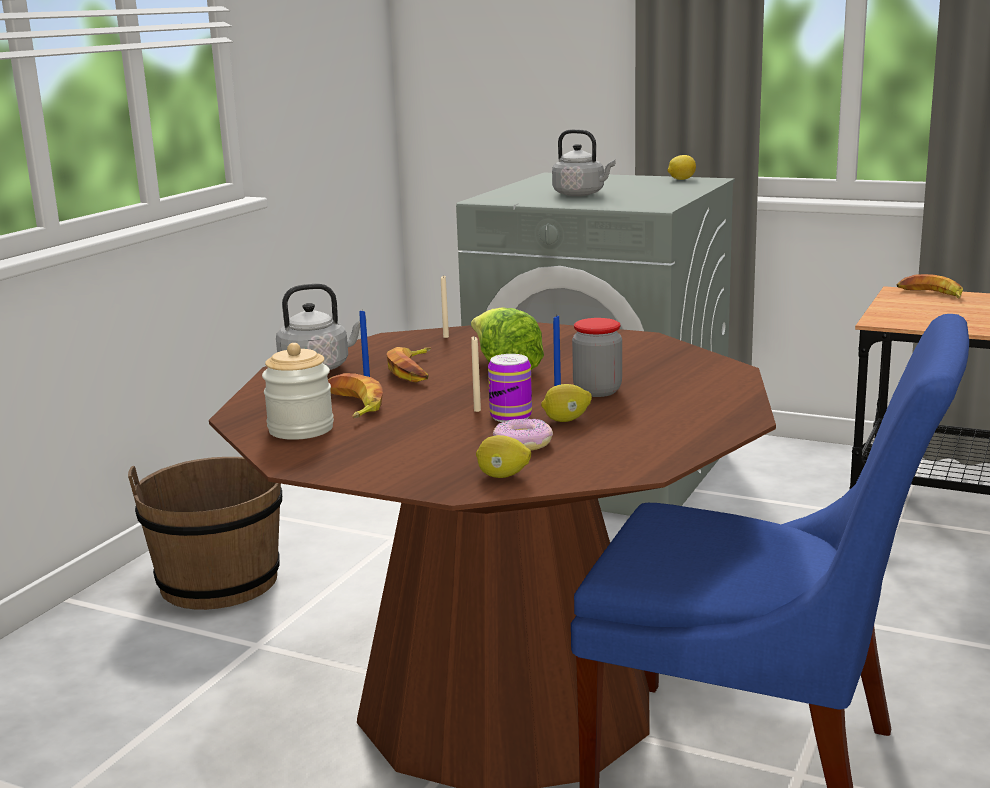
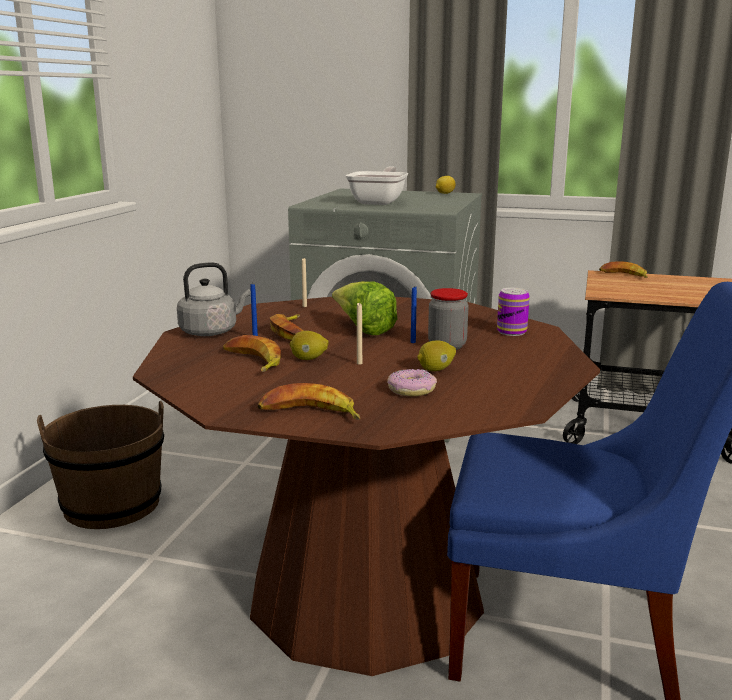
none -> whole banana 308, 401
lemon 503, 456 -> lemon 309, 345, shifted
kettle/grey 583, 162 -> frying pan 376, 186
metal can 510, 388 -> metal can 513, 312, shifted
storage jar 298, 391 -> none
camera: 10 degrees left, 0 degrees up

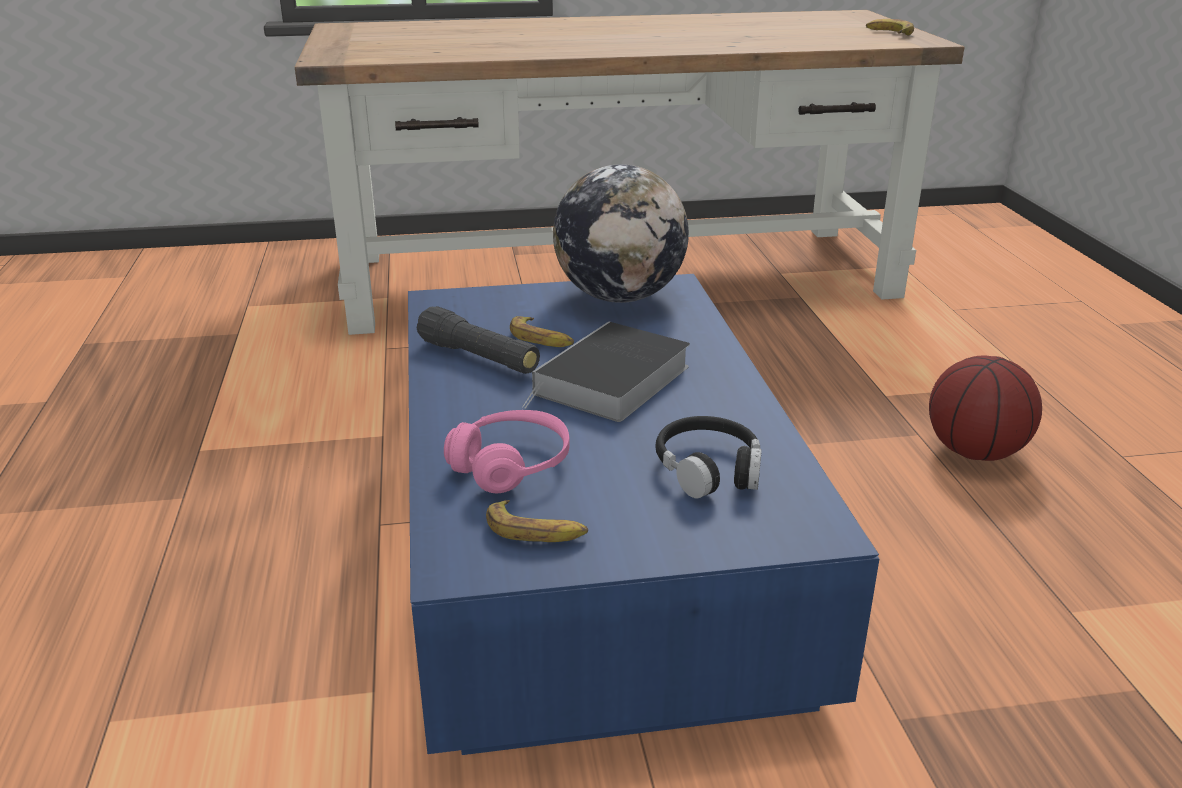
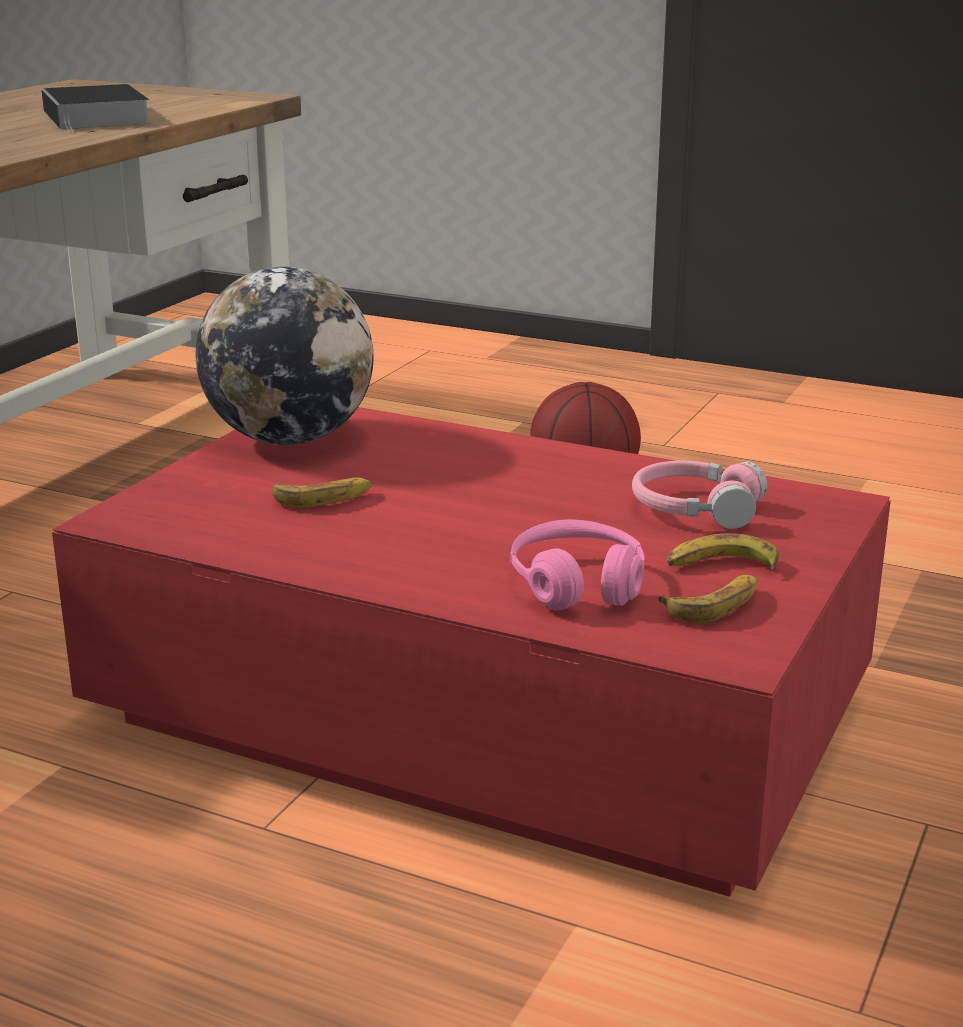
book 606, 372 -> book 96, 108, shifted
coffee table/blue-coloured 644, 514 -> coffee table/red-coloured 471, 652
headset/black-coloured 709, 457 -> headset/pink 699, 495
whole banana 890, 27 -> whole banana 723, 552, shifted
torch/black-coloured 478, 340 -> none
camera: 55 degrees left, 5 degrees down

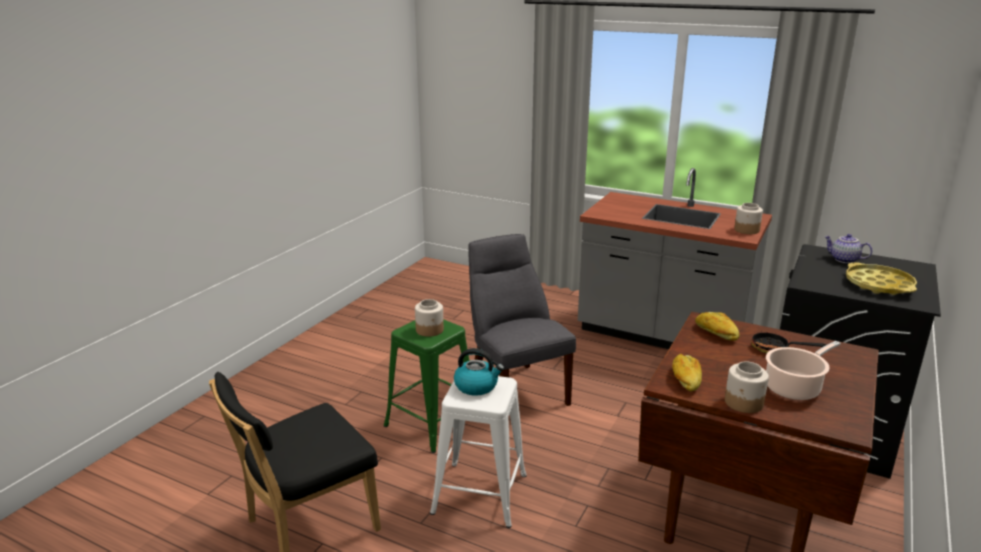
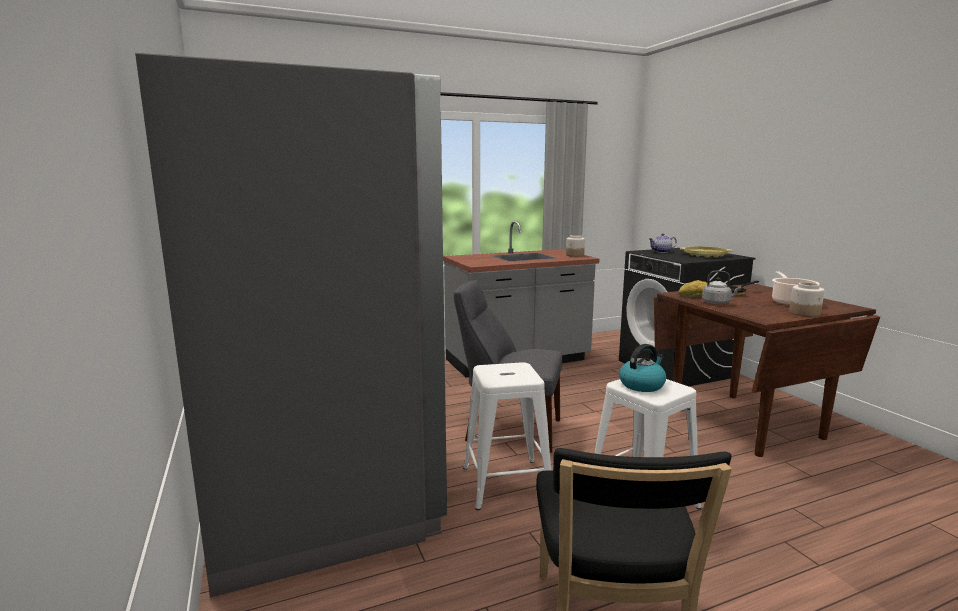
none -> fridge/grey 291, 325
stool seat/green 426, 386 -> stool seat/white 507, 436
none -> kettle/grey 721, 287
storage jar 429, 318 -> none
baked bread 687, 373 -> none
camera: 50 degrees left, 10 degrees down

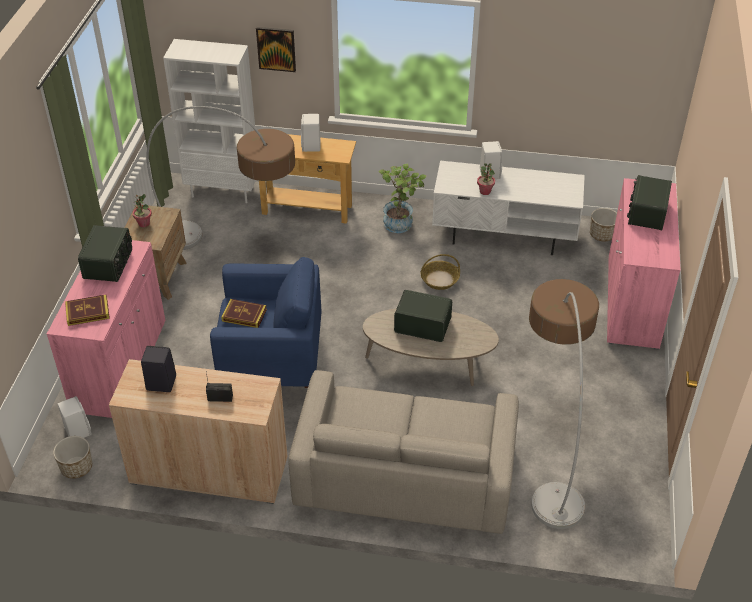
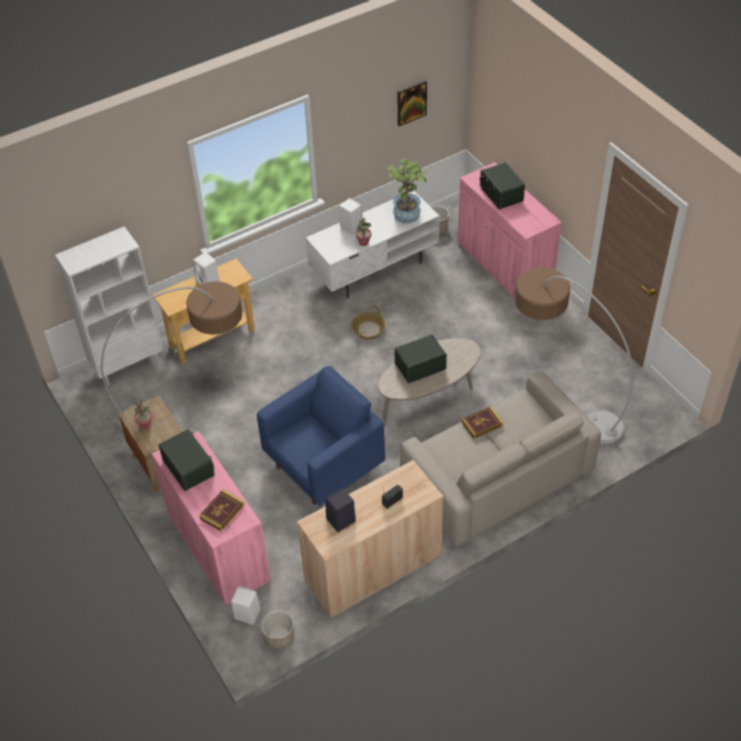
potted plant 402, 198 -> potted plant 407, 191, shifted
picture 276, 49 -> picture 412, 103, shifted
book 244, 313 -> book 482, 423, shifted
camera: 40 degrees left, 5 degrees up

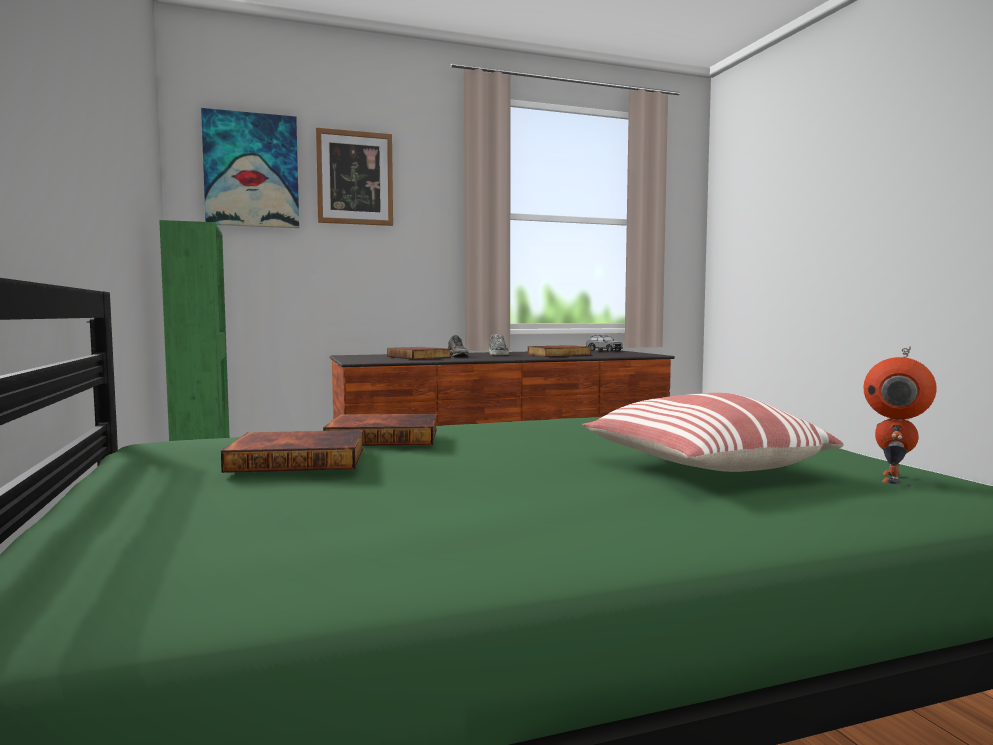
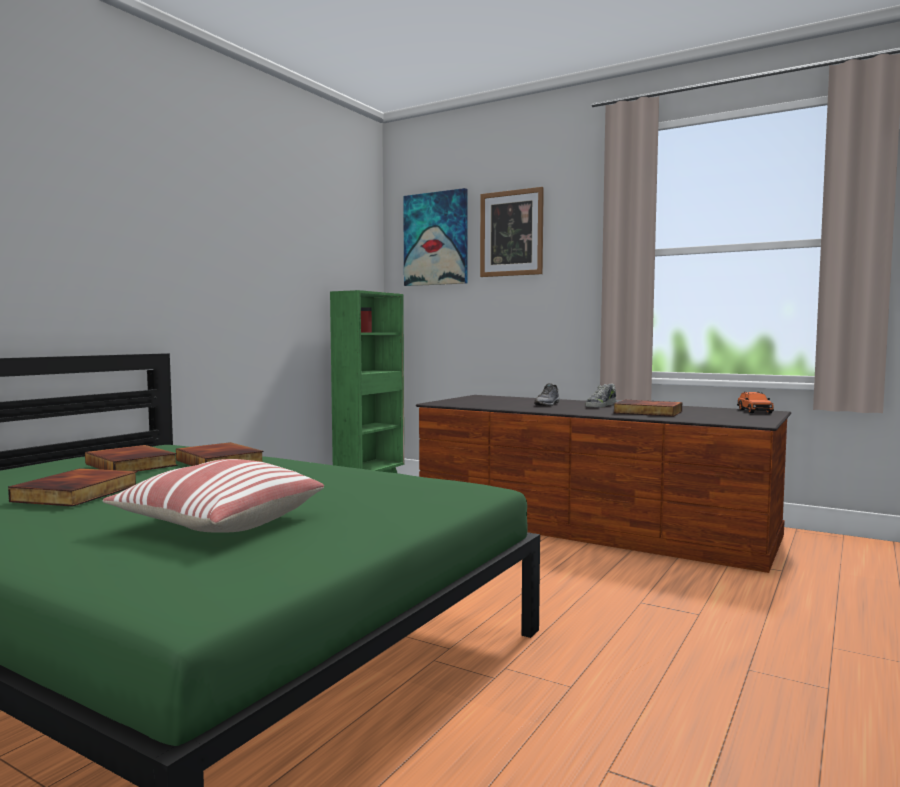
book 419, 353 -> book 72, 487, shifted
model car/grey 604, 343 -> model car/orange 755, 403
toy robot 900, 415 -> none
camera: 50 degrees right, 0 degrees up

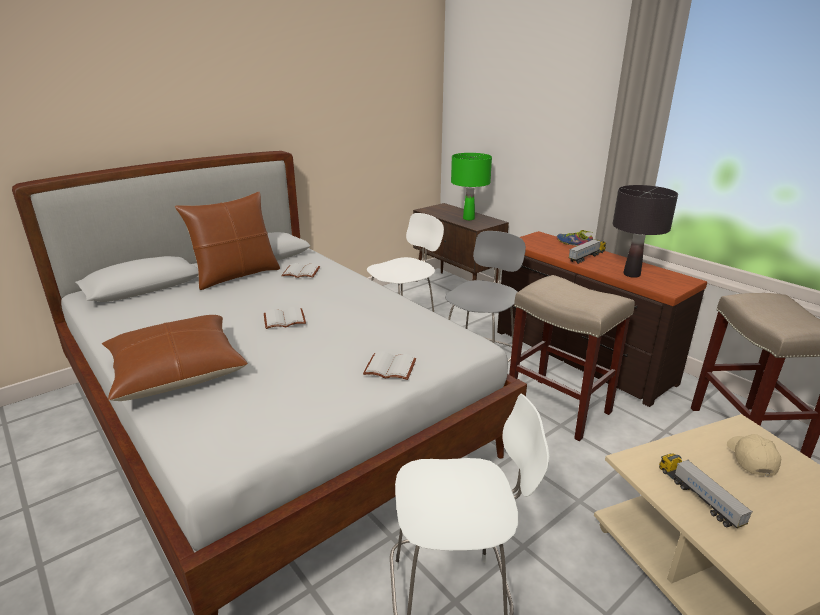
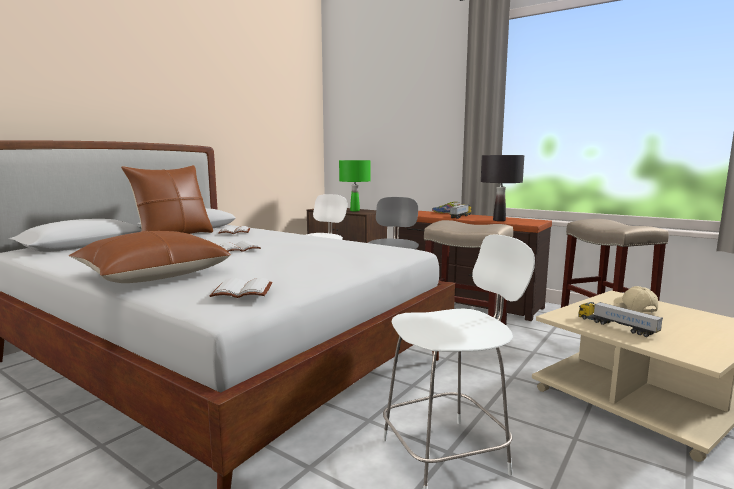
book/white 390, 365 -> book/white 241, 288, shifted
camera: 15 degrees left, 15 degrees down

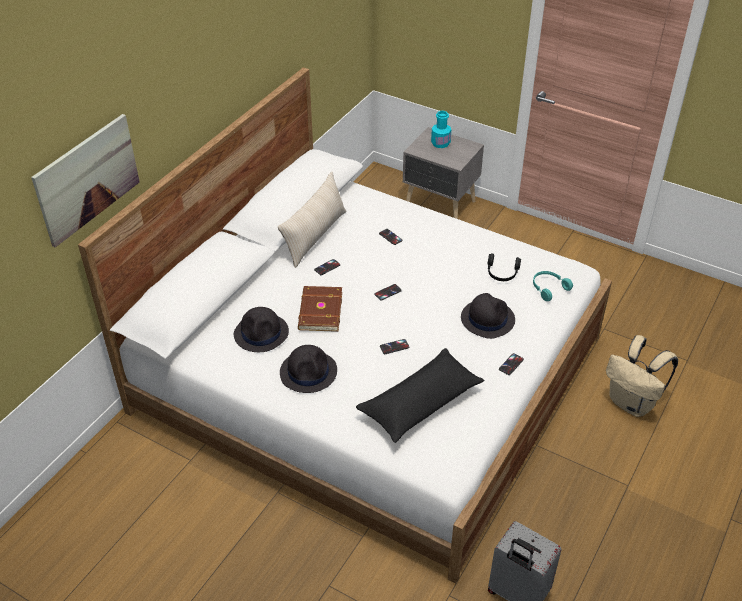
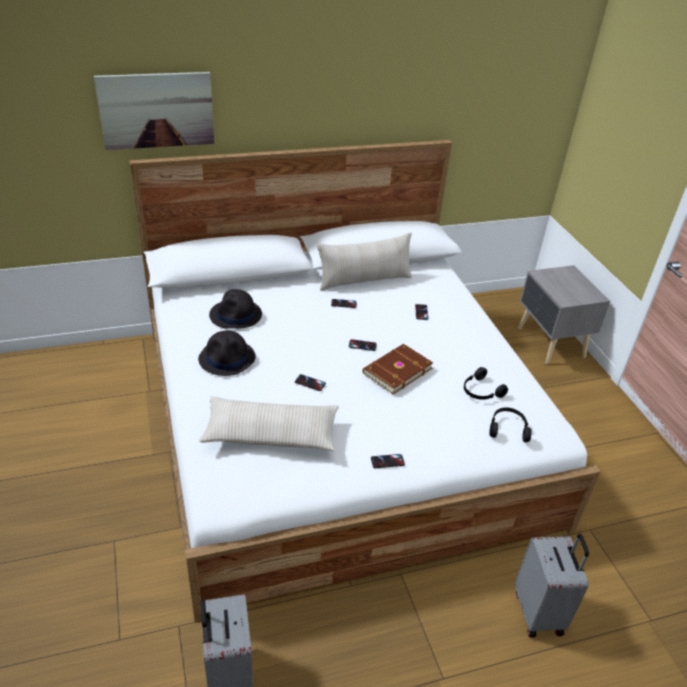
pillow/black-coloured 420, 395 -> pillow/beige 269, 424
book/brown-coloured 320, 309 -> book/brown-coloured 398, 369, shifted
headset/blue-green 553, 286 -> headset/black-coloured 510, 425
rucksack/beige 642, 376 -> piece of luggage/grey 552, 586
beverage bottle/blue-green 441, 129 -> none
clothing hat/black-coloured 488, 316 -> none
camera: 40 degrees right, 5 degrees down

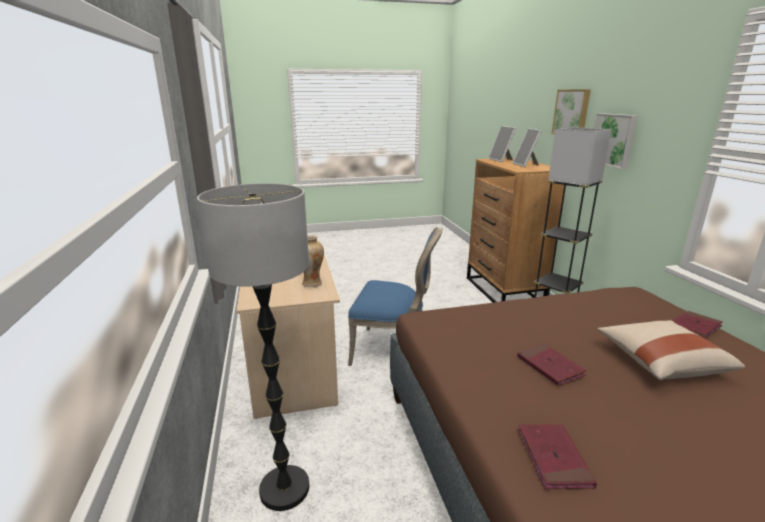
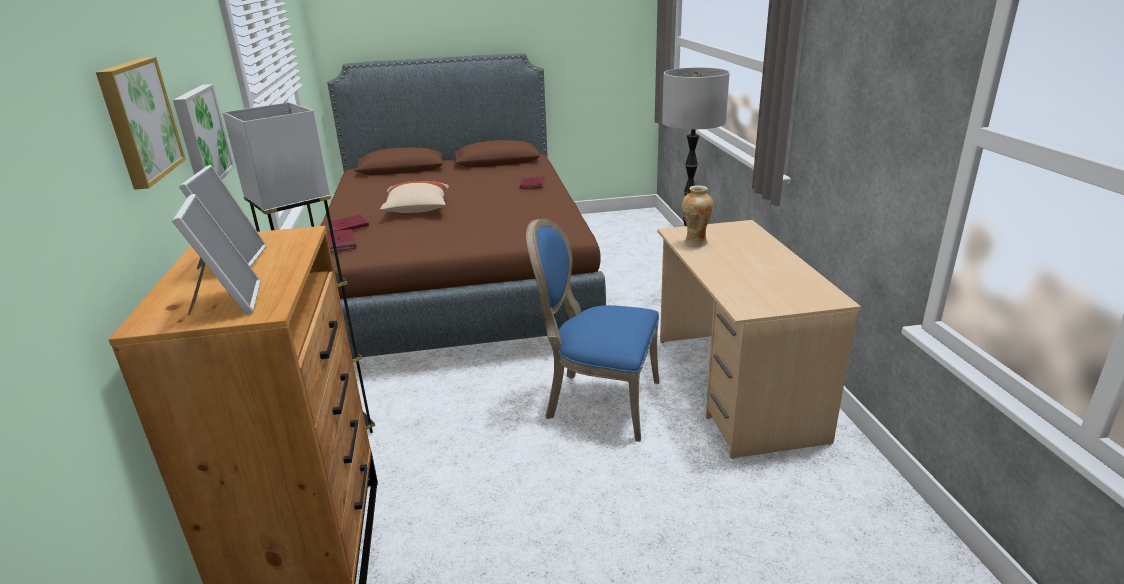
book/red-coloured 552, 365 -> book/red-coloured 341, 240, shifted
camera: 175 degrees left, 5 degrees up

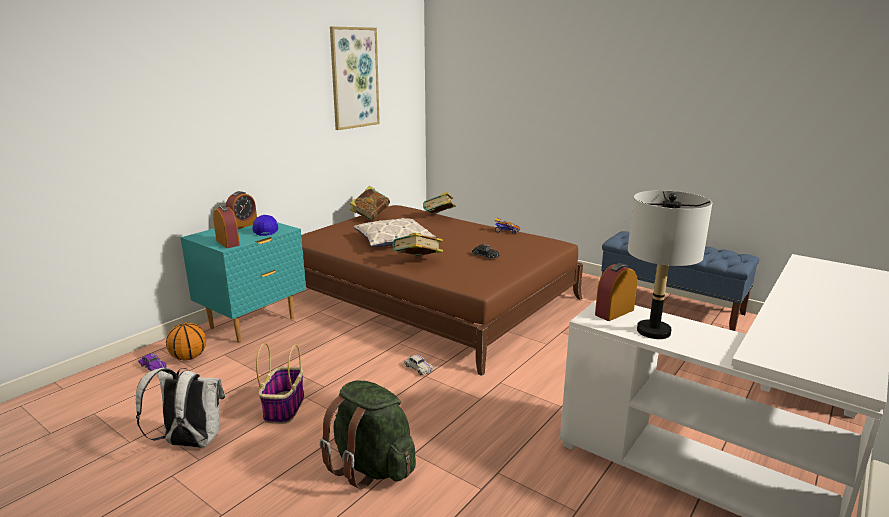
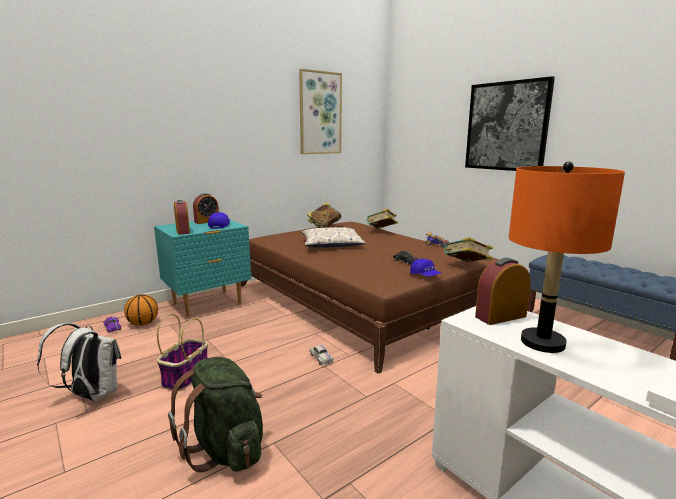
none -> cap/blue-coloured 425, 268
book 418, 244 -> book 468, 249, shifted
none -> picture 510, 123
lamp for a table/grey 670, 264 -> lamp for a table/orange 567, 257
camera: 15 degrees right, 5 degrees down

